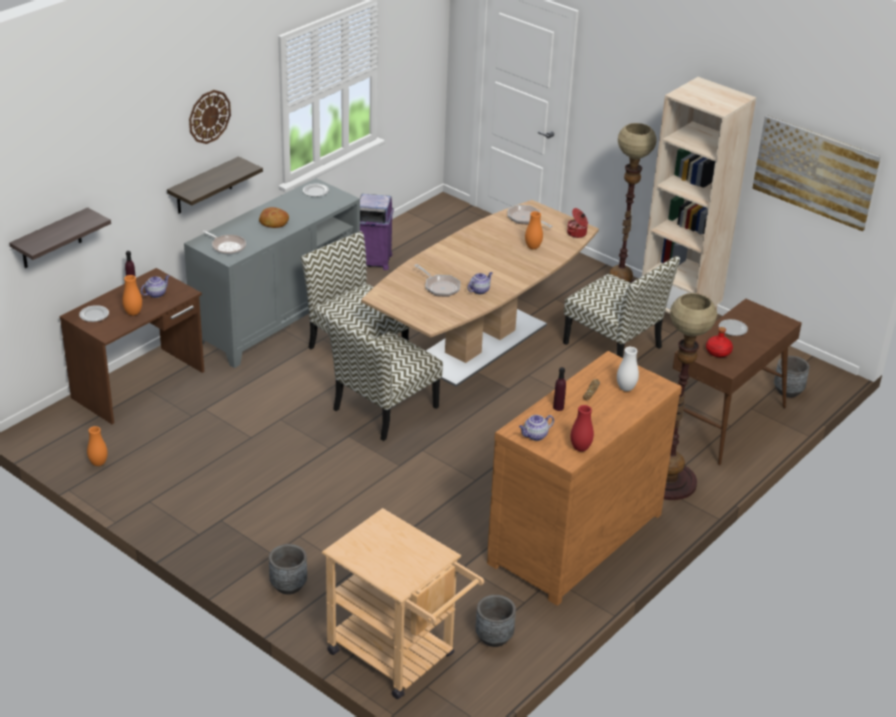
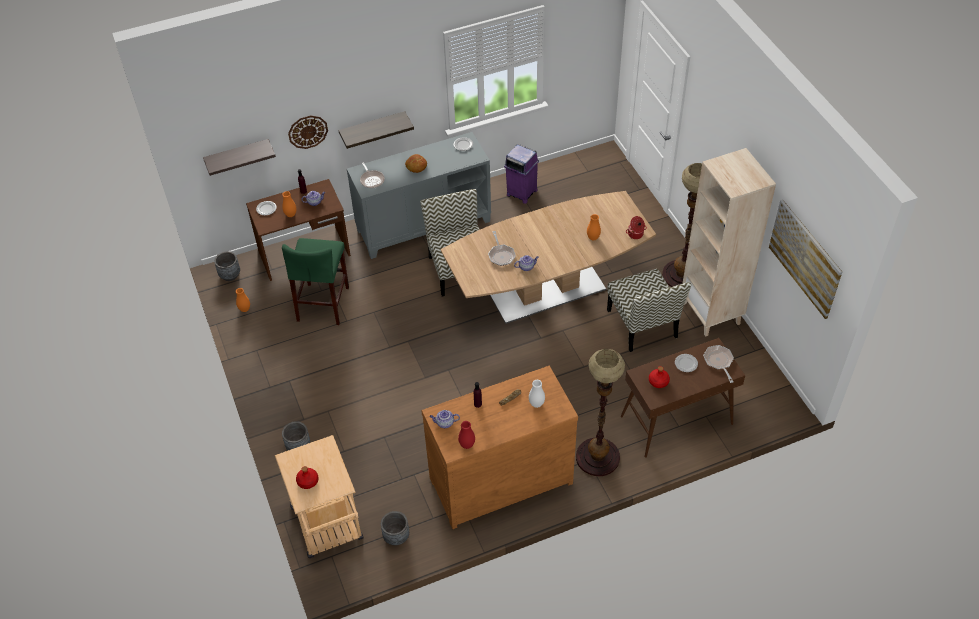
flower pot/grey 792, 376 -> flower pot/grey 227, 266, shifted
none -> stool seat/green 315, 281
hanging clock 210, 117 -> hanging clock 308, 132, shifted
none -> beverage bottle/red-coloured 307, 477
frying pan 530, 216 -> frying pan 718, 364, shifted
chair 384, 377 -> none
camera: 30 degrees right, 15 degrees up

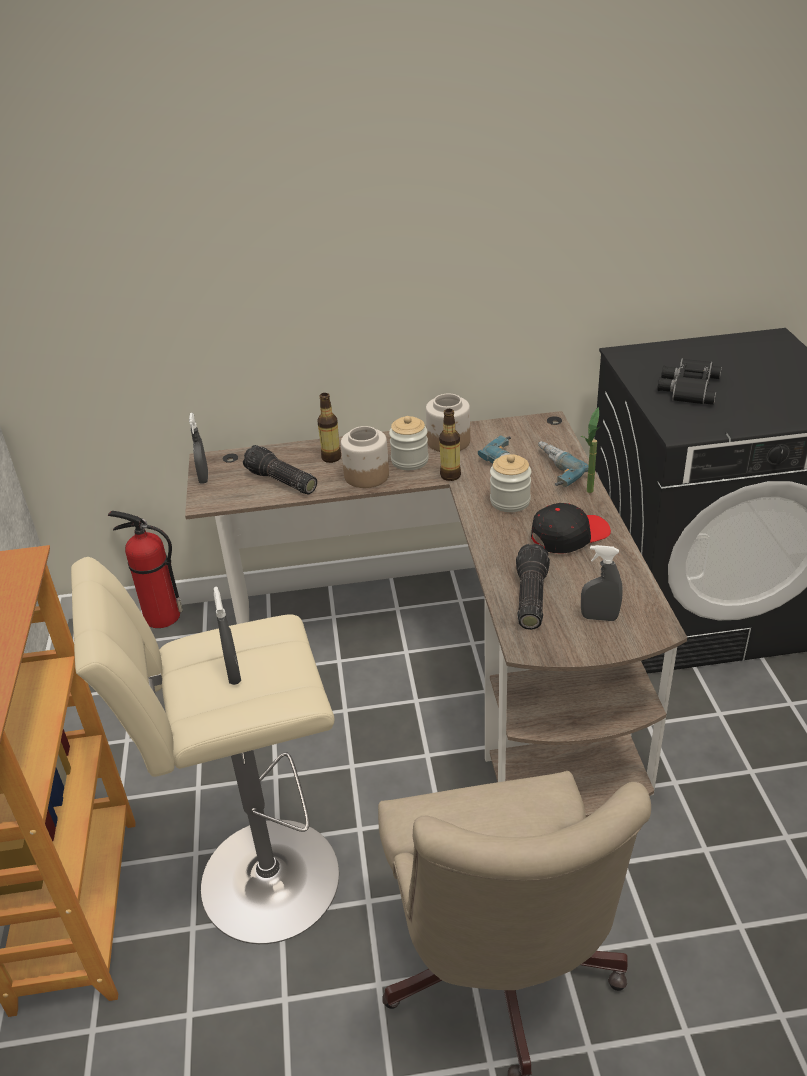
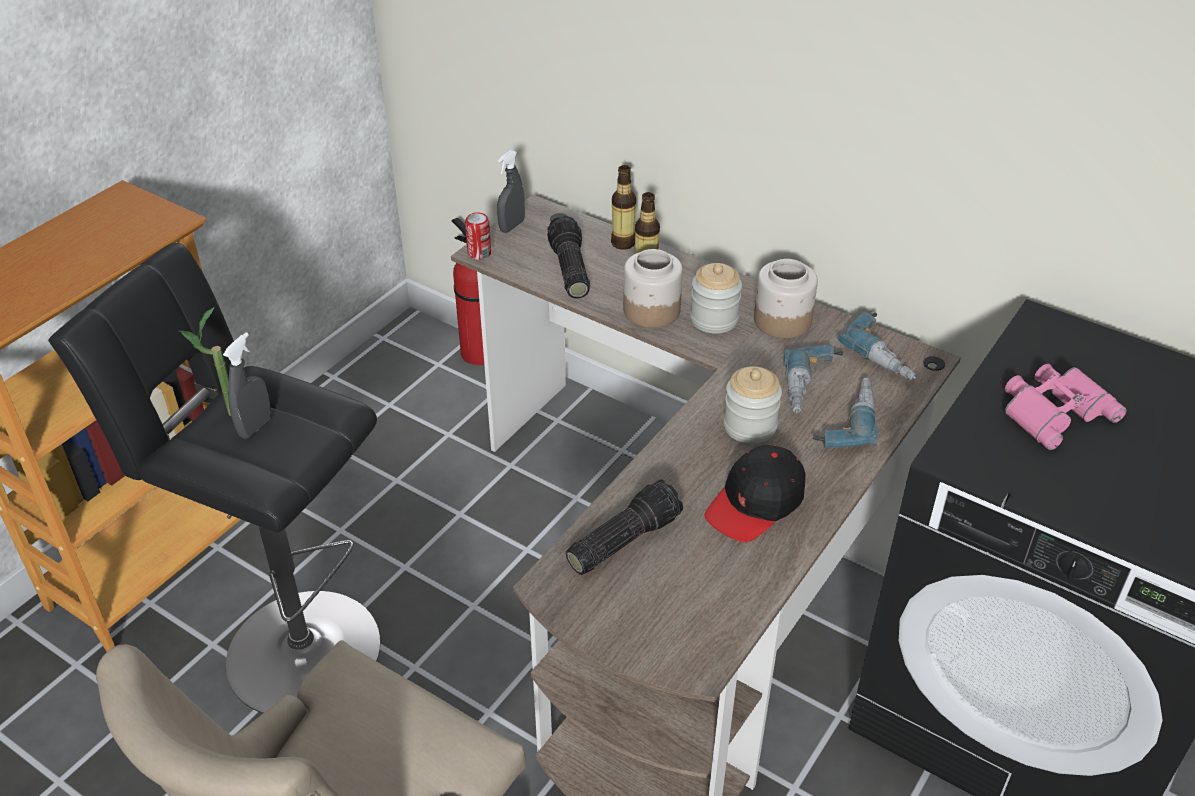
stool seat/beige 205, 750 -> stool seat/black-coloured 214, 478
potted plant 590, 450 -> potted plant 205, 361, shifted
none -> metal can 478, 236
beverage bottle 450, 445 -> beverage bottle 623, 207, shifted
cap/black-coloured 571, 528 -> cap/black-coloured 755, 493, 120 degrees clockwise
none -> electric drill 877, 346
binoculars/black-coloured 689, 382 -> binoculars/pink 1066, 407
spray bottle/grey 602, 583 -> none
camera: 40 degrees right, 5 degrees up

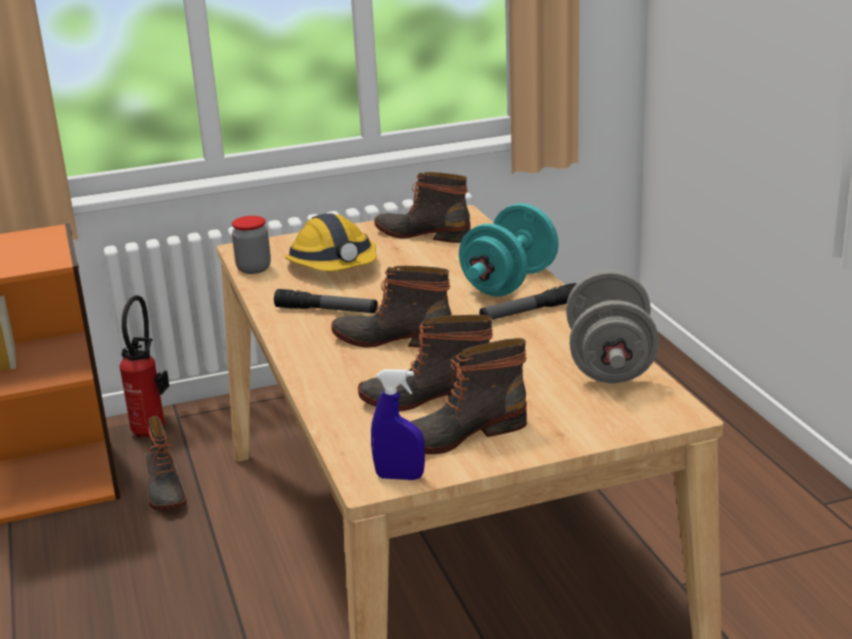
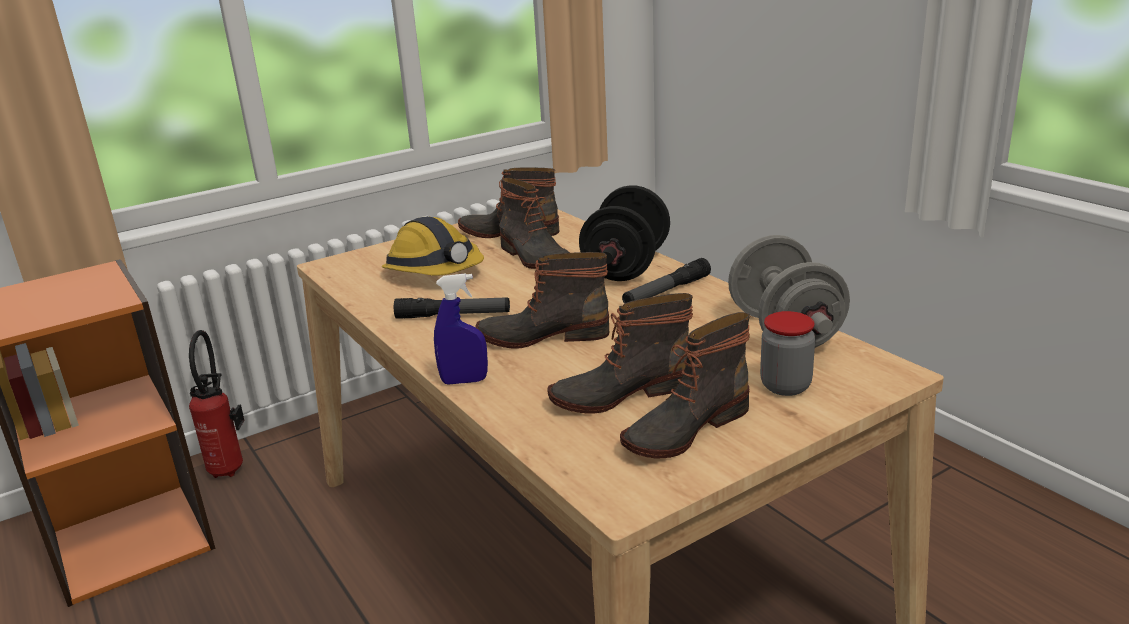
spray bottle/blue-coloured 398, 424 -> spray bottle/blue-coloured 461, 329, shifted
tall boot 166, 463 -> tall boot 534, 223, shifted
hand weight/blue-green 508, 250 -> hand weight/black-coloured 624, 233
storage jar 251, 245 -> storage jar 787, 353, shifted
camera: 15 degrees left, 0 degrees up

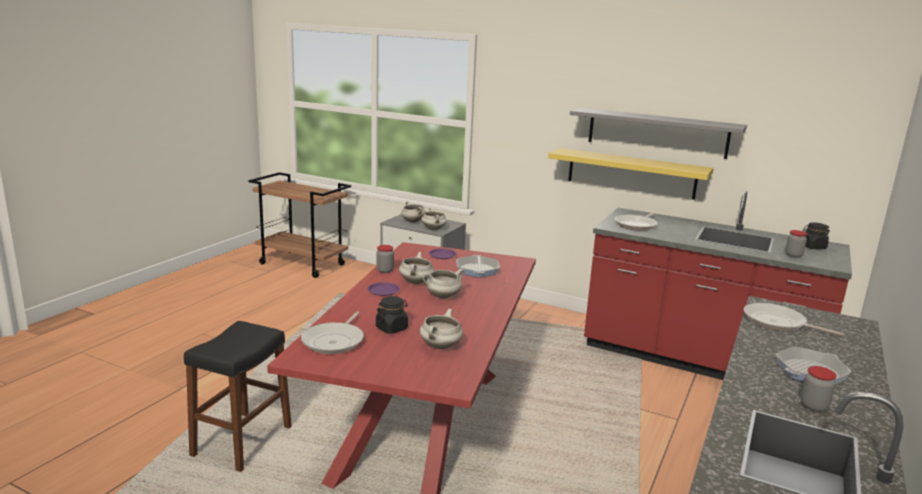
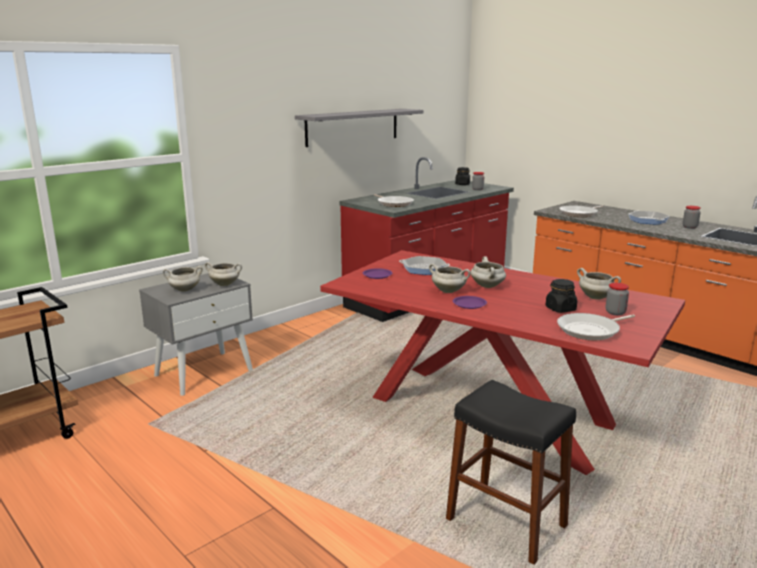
frying pan 332, 332 -> frying pan 596, 326, 120 degrees clockwise
storage jar 385, 259 -> storage jar 617, 299, shifted
bracket shelf/yellow-coloured 631, 174 -> none
camera: 70 degrees left, 0 degrees up

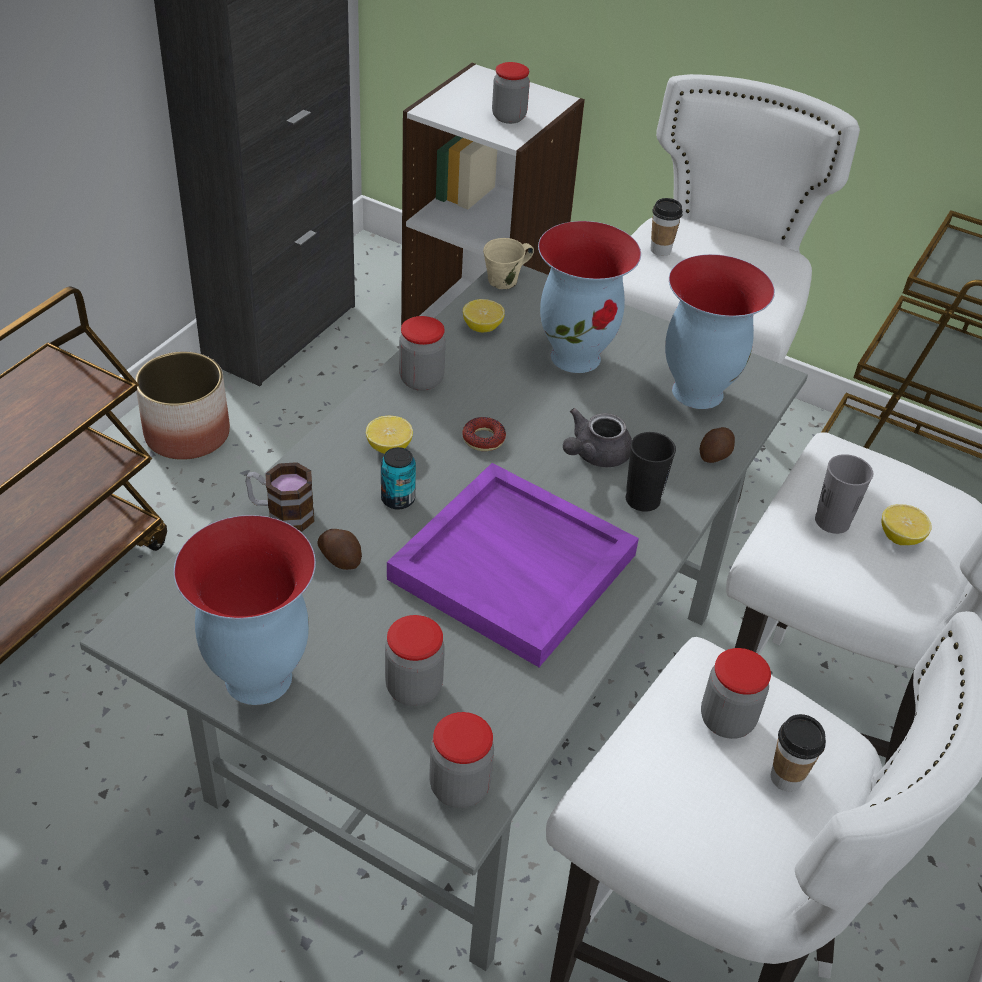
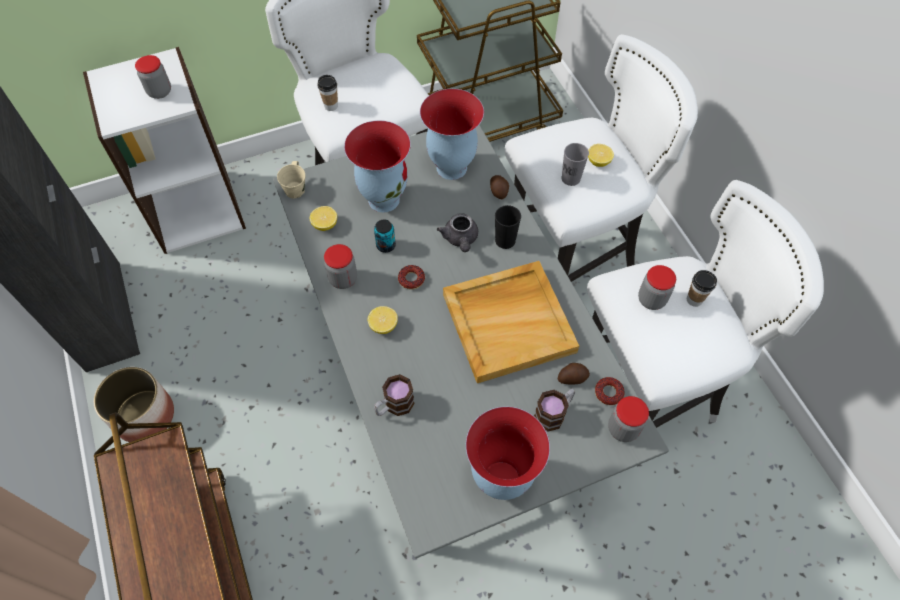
metal can 398, 478 -> metal can 385, 236, shifted
tray/purplish 513, 565 -> tray/beige 511, 322
storage jar 415, 660 -> mug 554, 410
whole potato 339, 549 -> whole potato 574, 374, shifted
none -> ring doughnut 610, 391
camera: 50 degrees left, 15 degrees up

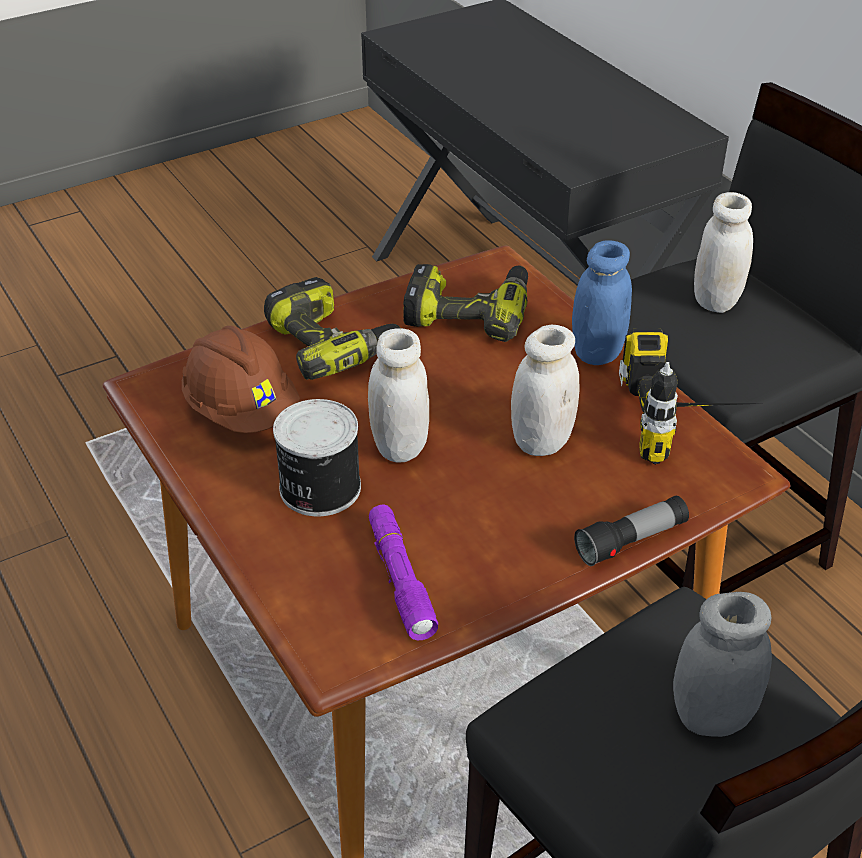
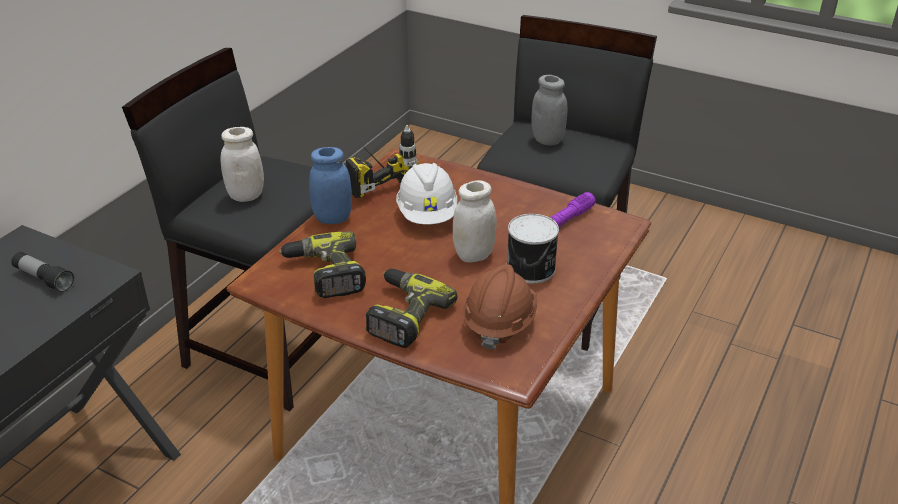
torch 631, 531 -> torch 42, 272, shifted
storage jar/white 545, 390 -> safety helmet/white 426, 193
camera: 120 degrees left, 5 degrees down

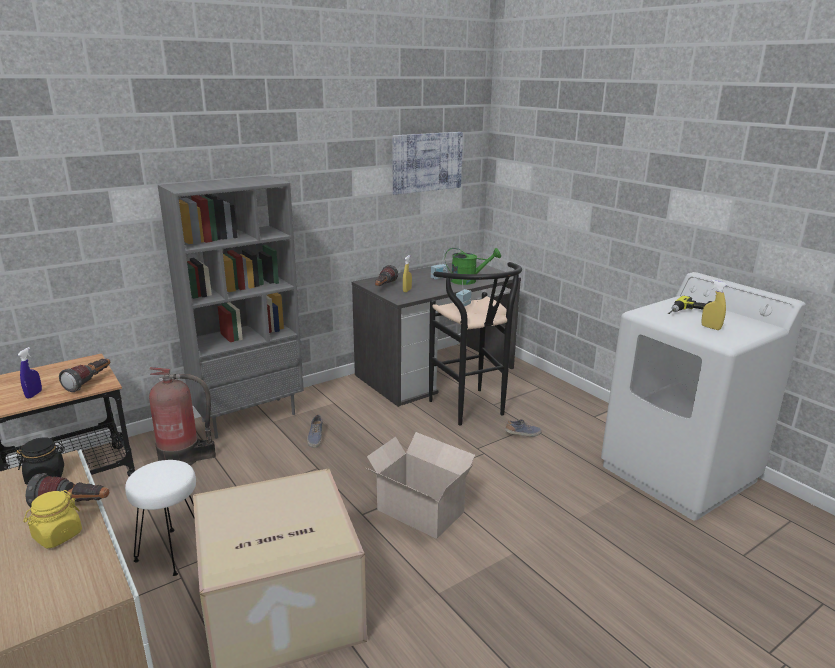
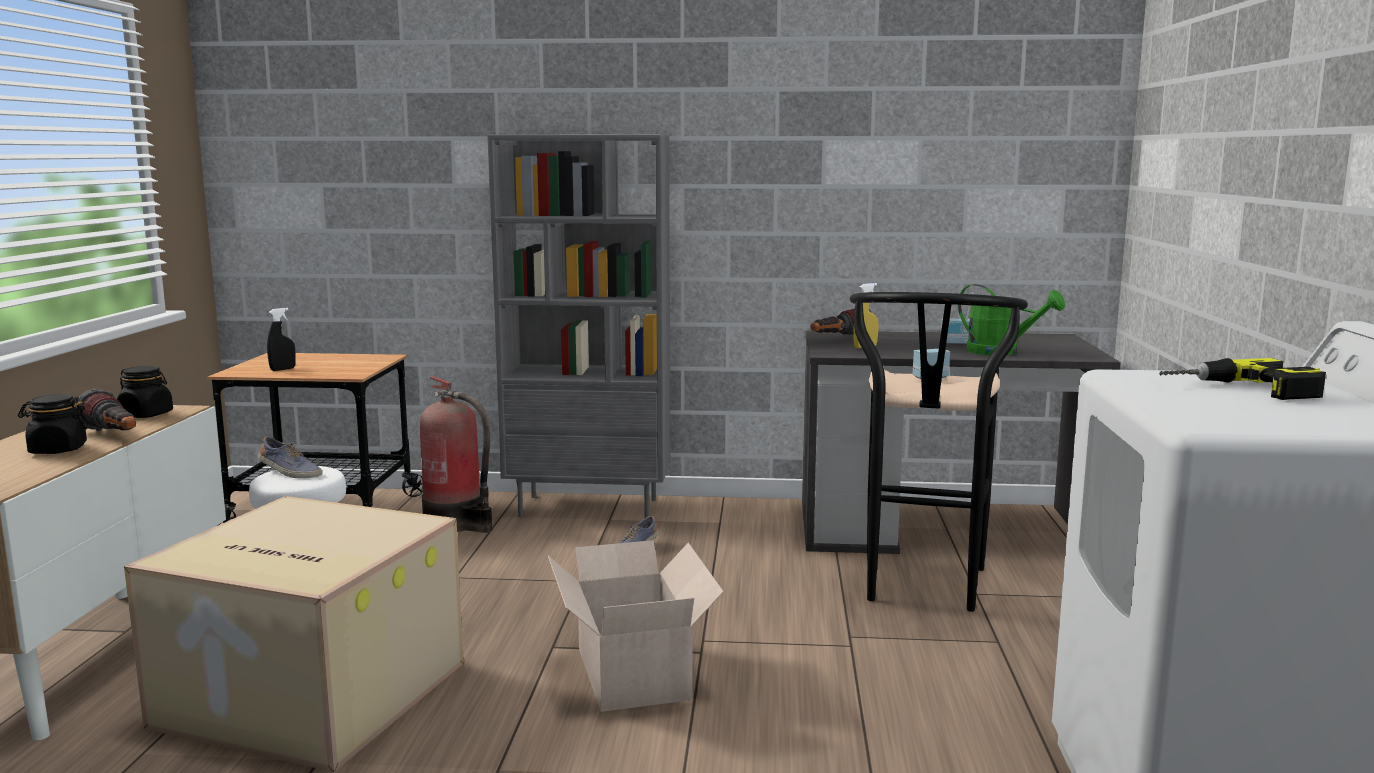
storage jar/yellow-coloured 52, 519 -> storage jar/black-coloured 53, 424
shoe 523, 428 -> shoe 290, 457, shifted
spray bottle/blue-coloured 30, 372 -> spray bottle/black-coloured 281, 339
torch 84, 375 -> none
picture 427, 163 -> none
spray bottle/yellow-coloured 714, 305 -> none
camera: 40 degrees right, 10 degrees down

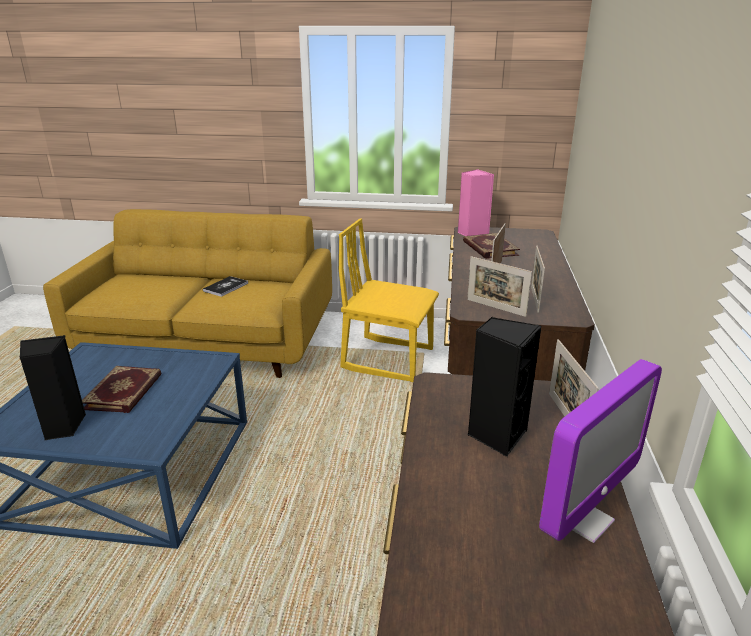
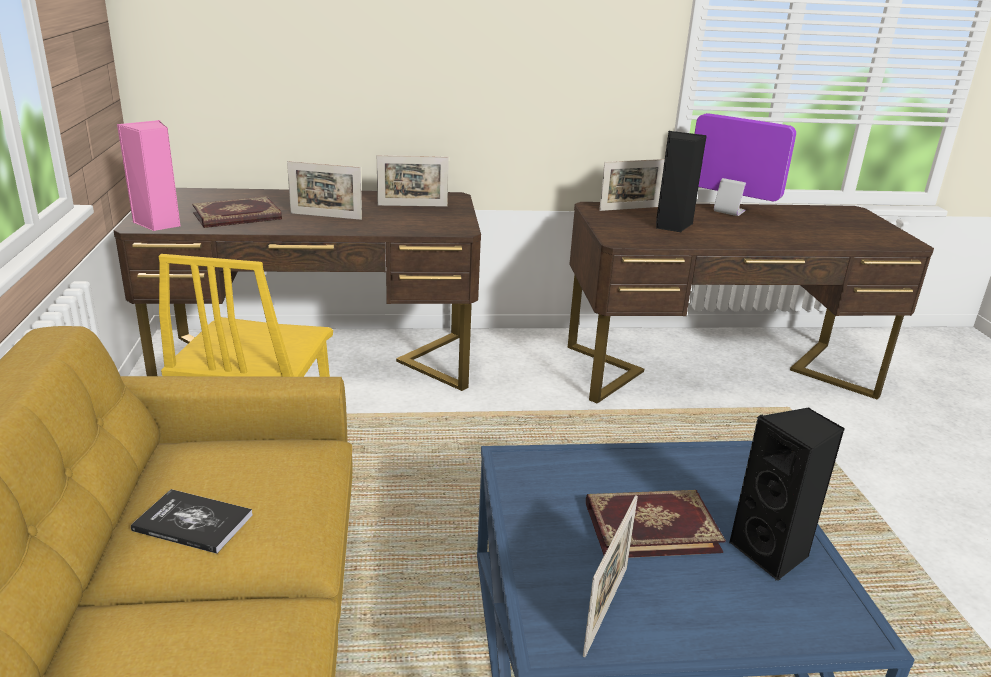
standing frame 499, 286 -> standing frame 610, 576, shifted
camera: 105 degrees left, 0 degrees up

